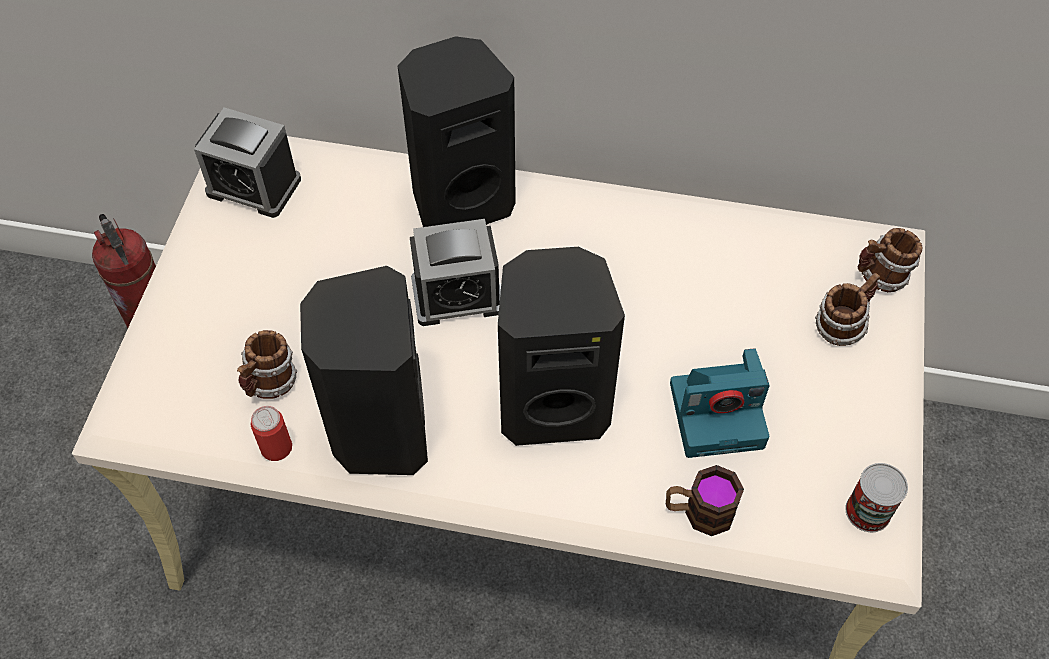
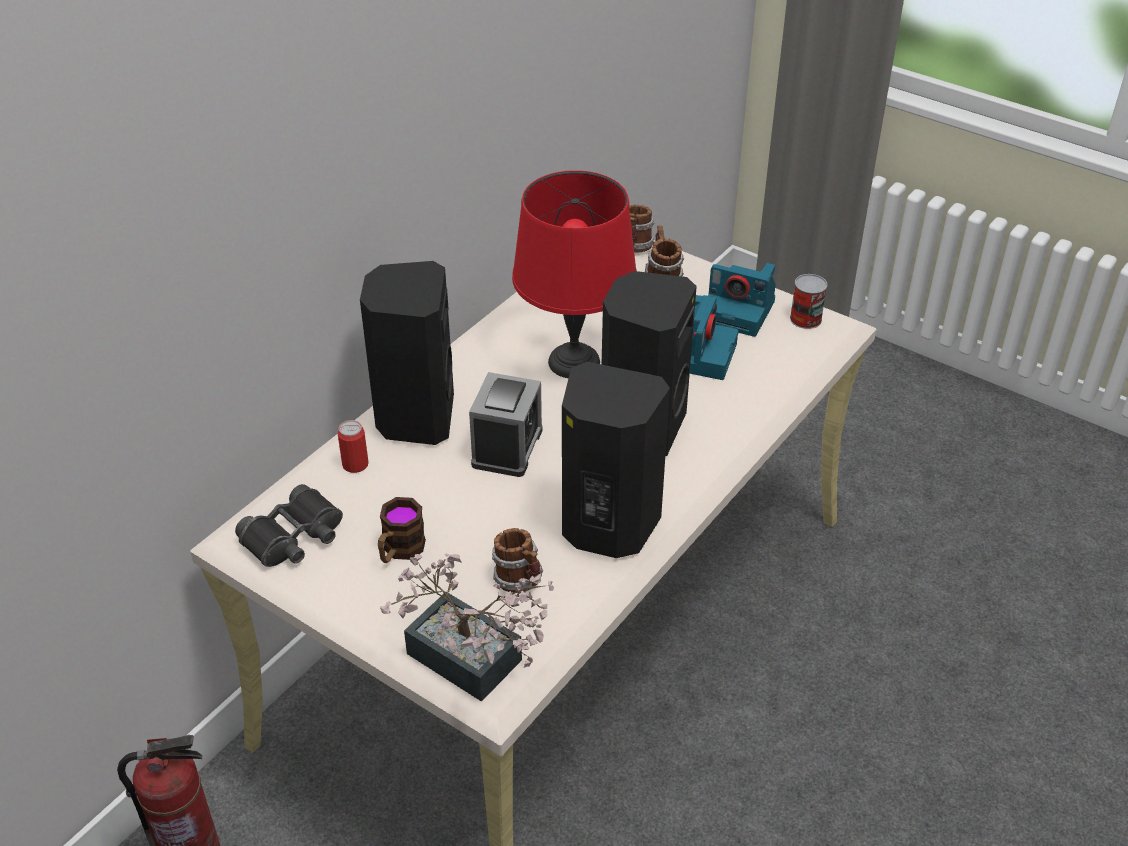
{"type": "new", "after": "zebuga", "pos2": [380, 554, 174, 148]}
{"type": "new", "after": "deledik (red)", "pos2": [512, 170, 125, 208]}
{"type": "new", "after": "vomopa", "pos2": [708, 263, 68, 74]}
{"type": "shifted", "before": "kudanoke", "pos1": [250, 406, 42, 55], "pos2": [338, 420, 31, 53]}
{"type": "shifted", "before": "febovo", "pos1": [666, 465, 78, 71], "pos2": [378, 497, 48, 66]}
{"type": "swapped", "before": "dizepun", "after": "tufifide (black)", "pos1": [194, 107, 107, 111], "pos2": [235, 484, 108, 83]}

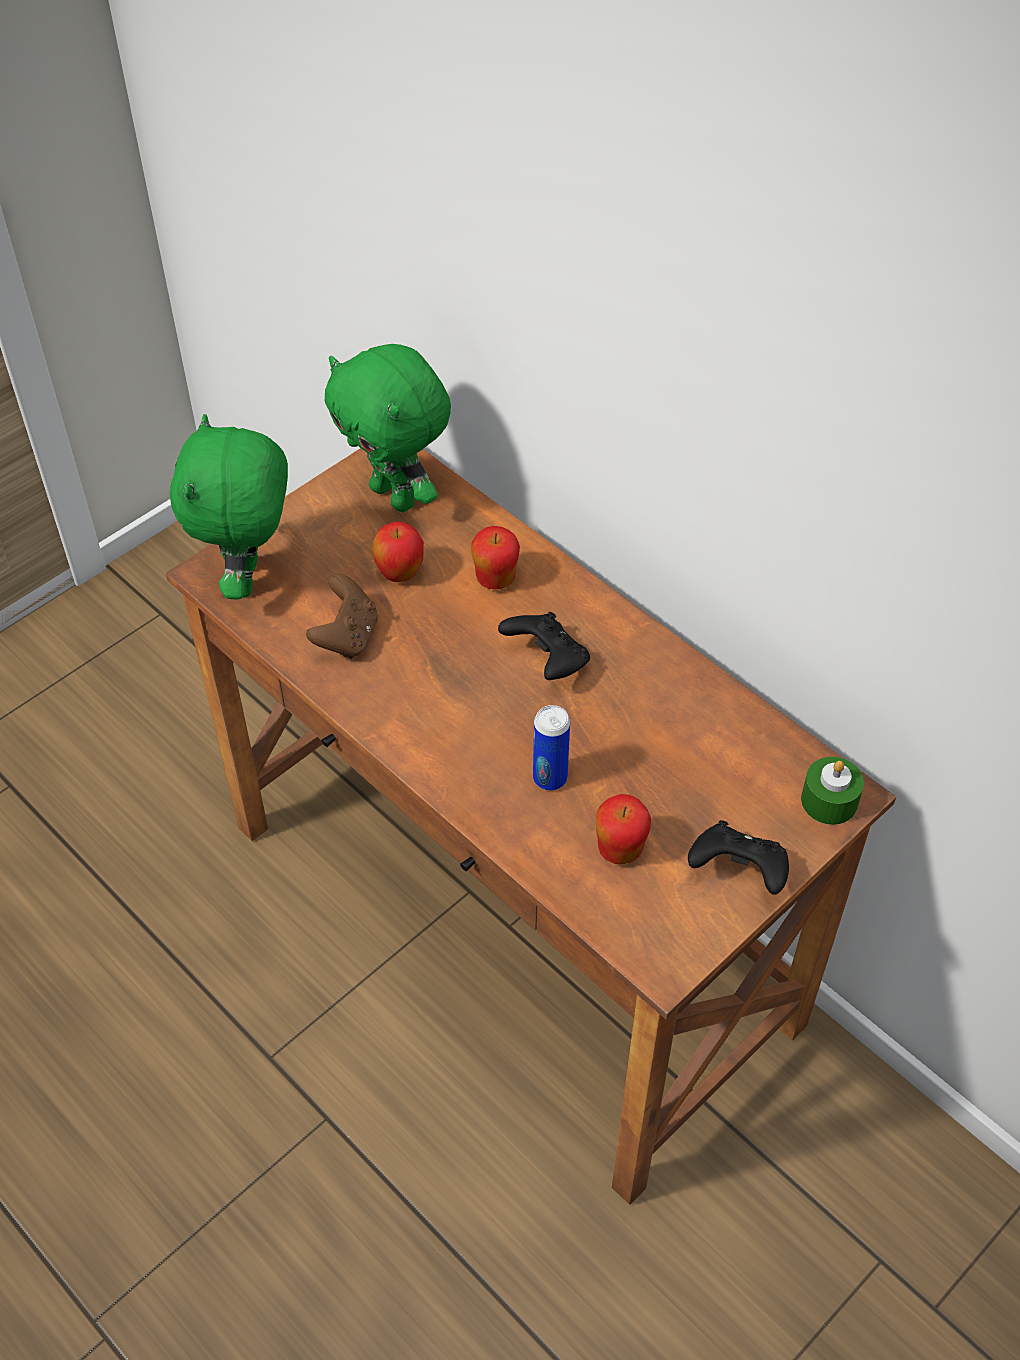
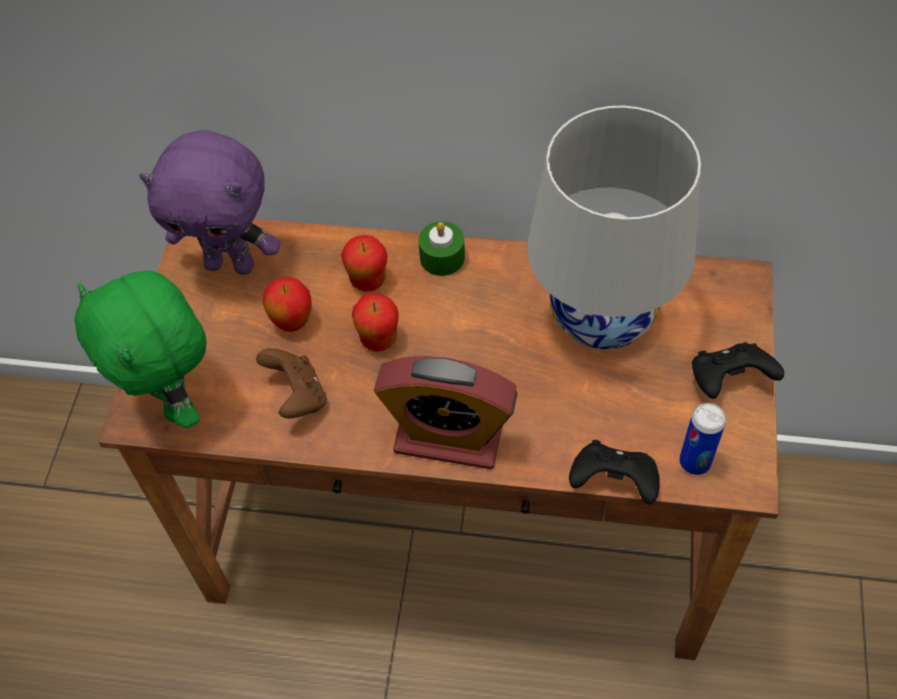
{"type": "new", "after": "dizepun", "pos2": [374, 356, 143, 113]}
{"type": "new", "after": "deledik (white)", "pos2": [527, 105, 174, 244]}
{"type": "shifted", "before": "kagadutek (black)", "pos1": [498, 612, 92, 68], "pos2": [569, 440, 91, 64]}
{"type": "shifted", "before": "kudanoke", "pos1": [533, 705, 37, 86], "pos2": [679, 403, 47, 72]}
{"type": "shifted", "before": "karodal", "pos1": [596, 794, 55, 70], "pos2": [352, 293, 46, 59]}
{"type": "shifted", "before": "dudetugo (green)", "pos1": [801, 757, 63, 68], "pos2": [418, 221, 47, 55]}
{"type": "repainted", "before": "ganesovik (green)", "after": "ganesovik (purple)", "pos1": [324, 344, 127, 168], "pos2": [139, 130, 141, 145]}

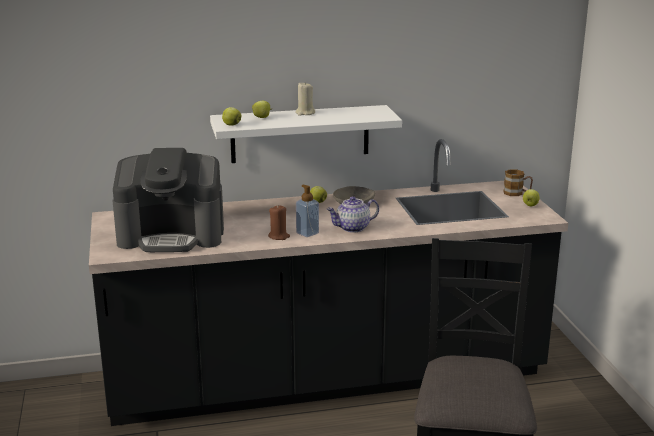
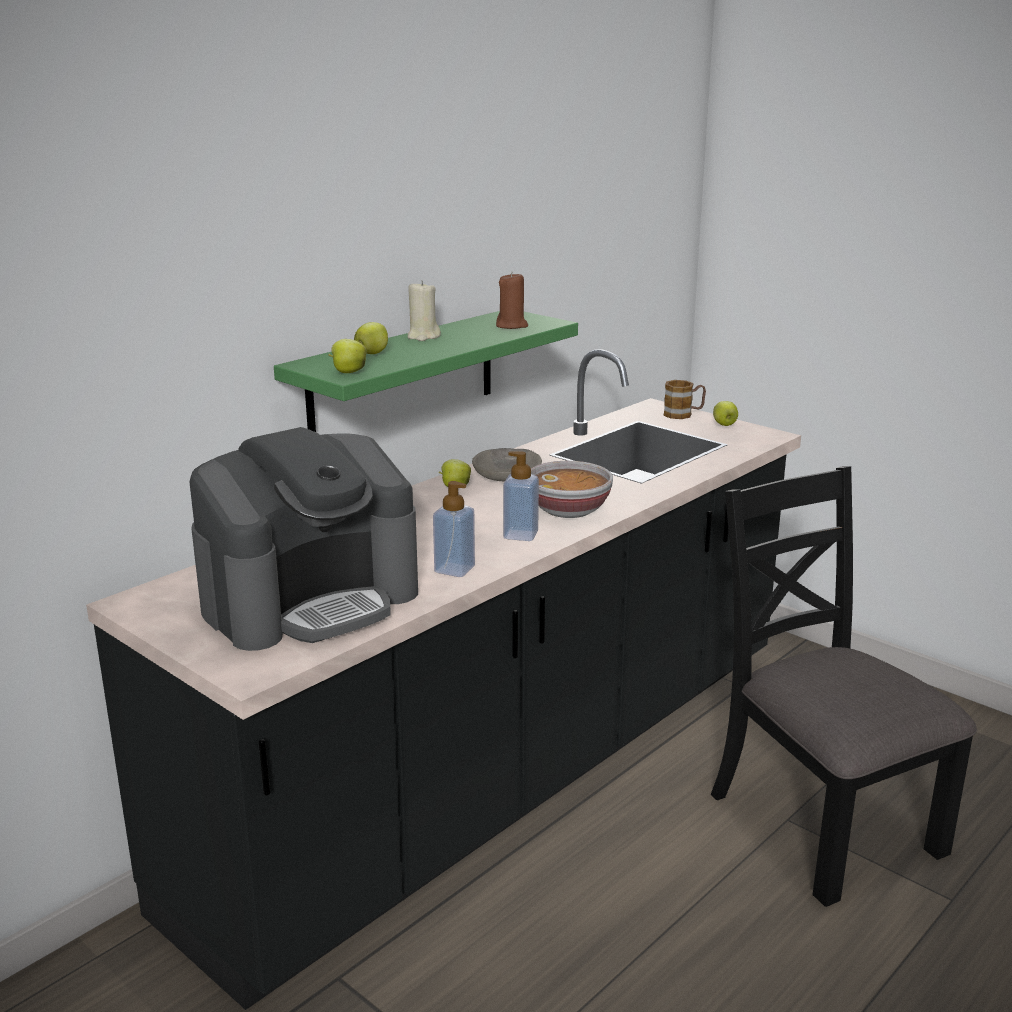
{"type": "new", "after": "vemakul", "pos2": [433, 481, 42, 96]}
{"type": "shifted", "before": "dudetugo (brown)", "pos1": [268, 206, 22, 34], "pos2": [496, 272, 32, 57]}
{"type": "swapped", "before": "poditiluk", "after": "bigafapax", "pos1": [327, 196, 52, 37], "pos2": [531, 461, 82, 57]}
{"type": "repainted", "before": "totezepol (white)", "after": "totezepol (green)", "pos1": [210, 105, 192, 58], "pos2": [274, 311, 304, 121]}

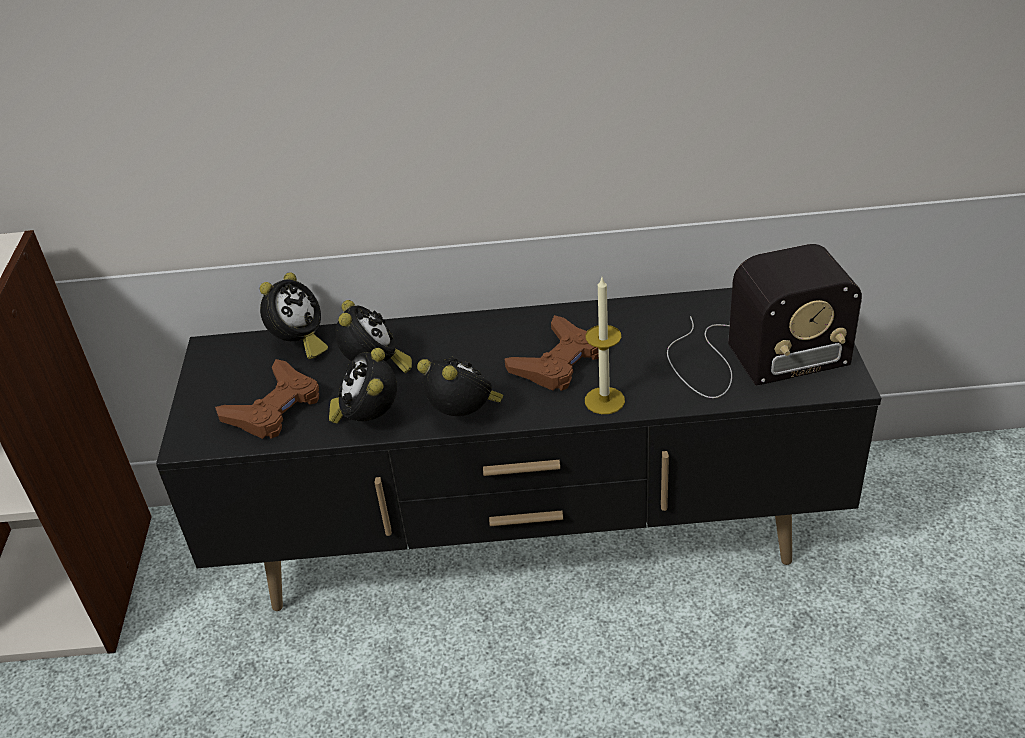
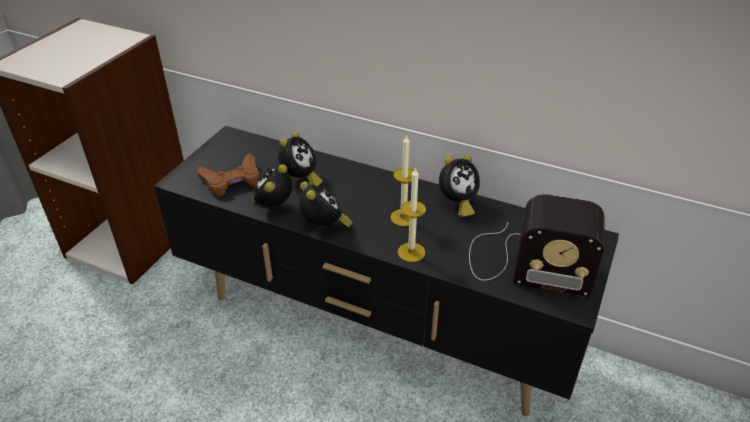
{"type": "shifted", "before": "dizepun", "pos1": [260, 272, 68, 87], "pos2": [439, 155, 41, 62]}
{"type": "swapped", "before": "kagadutek (brown)", "after": "dudetugo", "pos1": [504, 315, 95, 76], "pos2": [390, 135, 24, 91]}

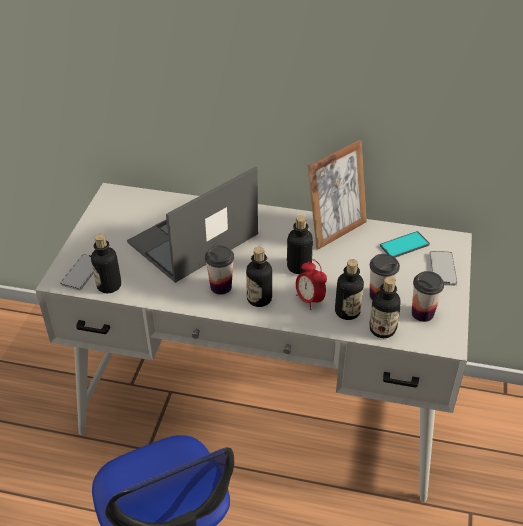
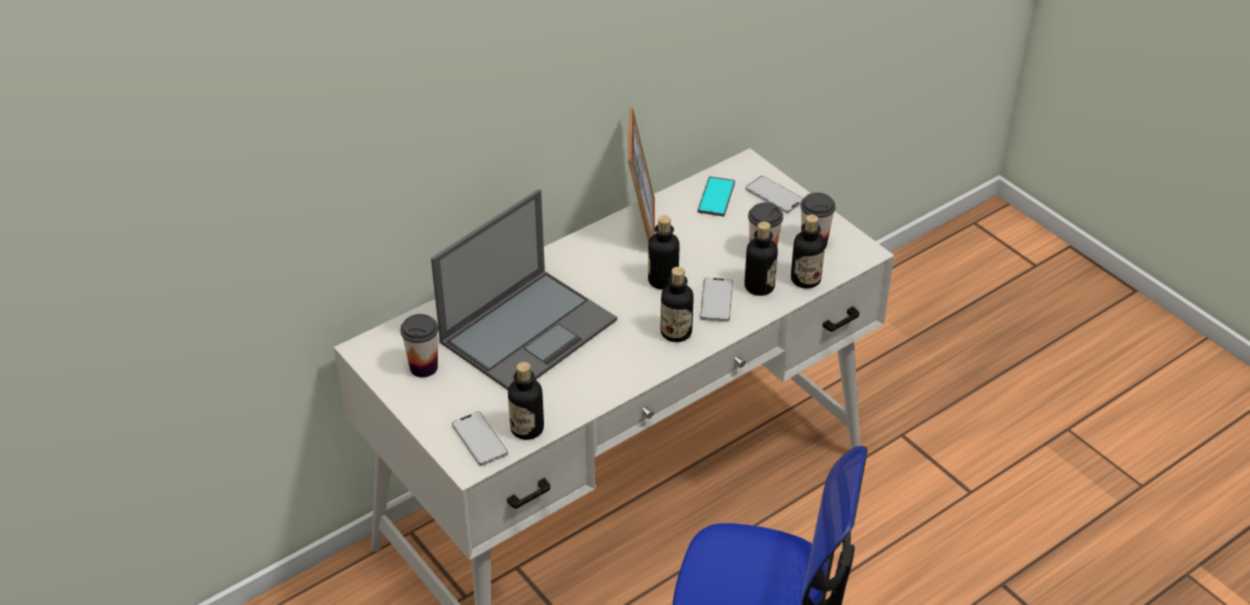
{"type": "shifted", "before": "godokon", "pos1": [205, 245, 29, 50], "pos2": [400, 314, 39, 63]}
{"type": "swapped", "before": "dizepun", "after": "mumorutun", "pos1": [296, 259, 31, 51], "pos2": [700, 278, 33, 44]}
{"type": "rotated", "before": "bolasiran", "pos1": [127, 166, 131, 117], "pos2": [431, 189, 186, 201], "turn": -135}

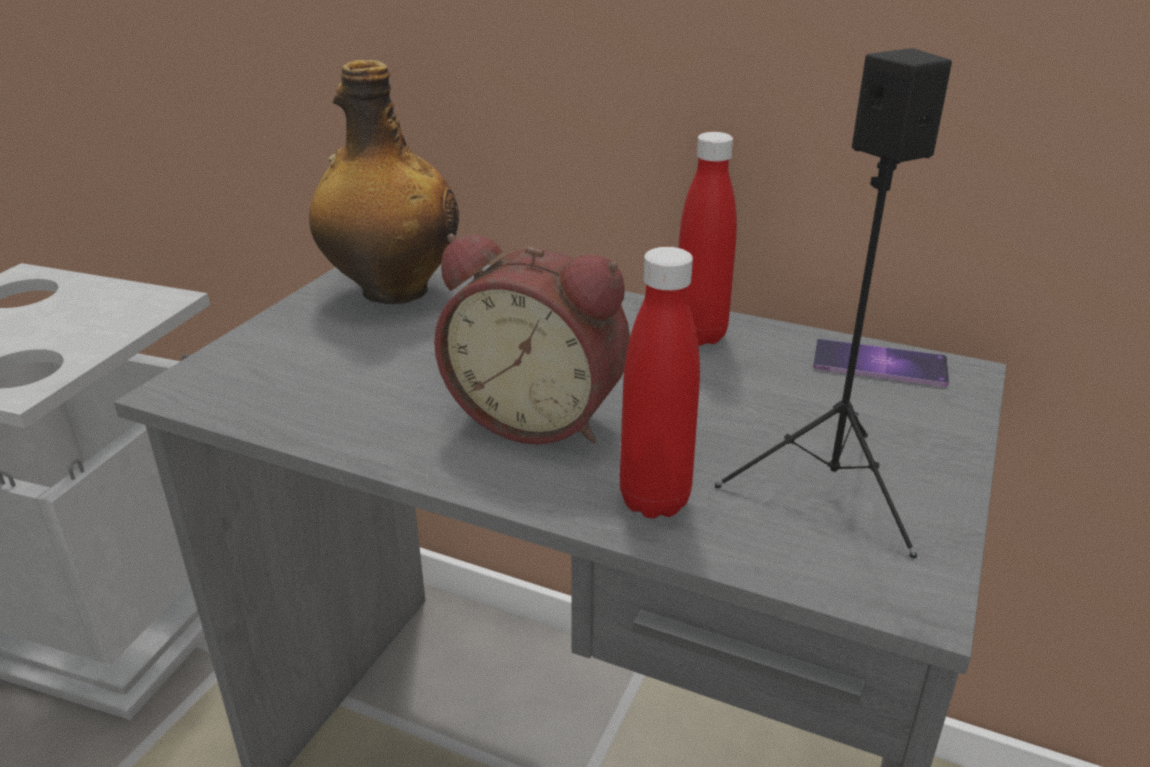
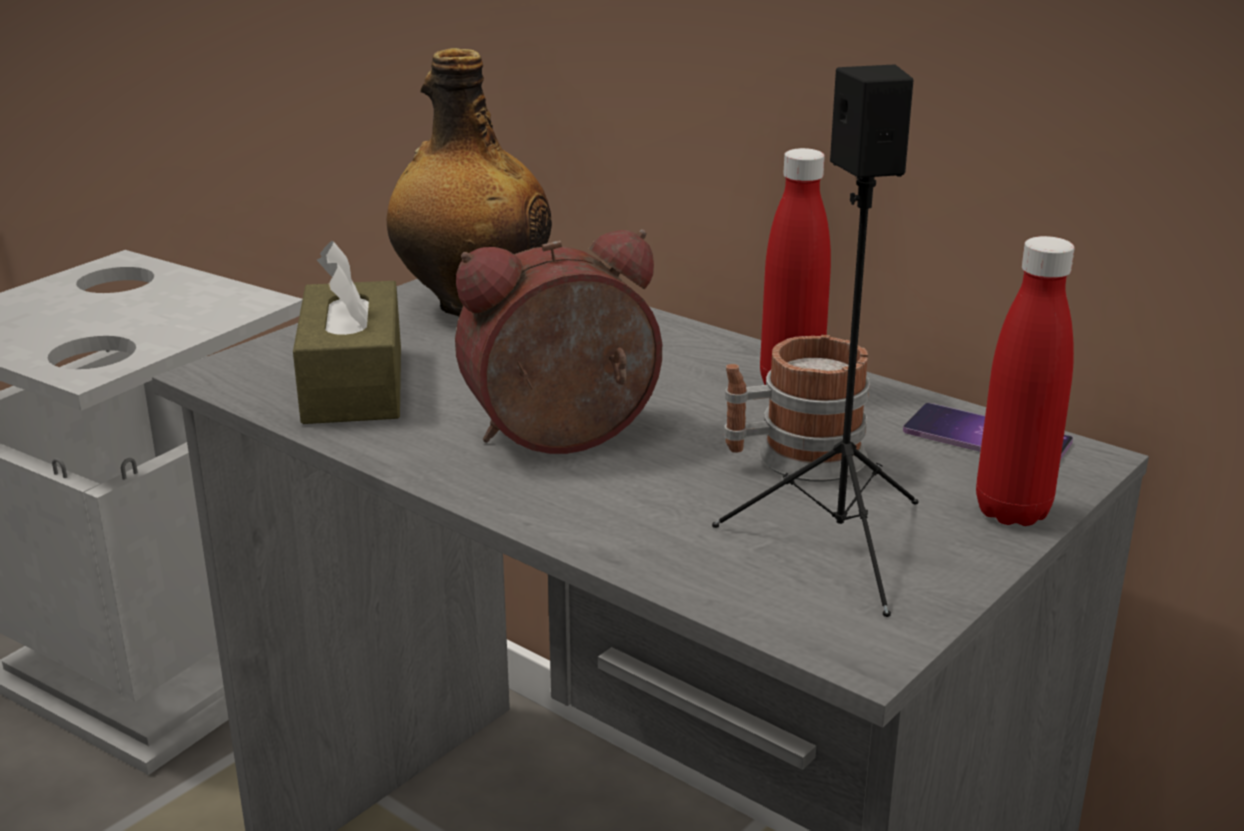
{"type": "new", "after": "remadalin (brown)", "pos2": [293, 241, 108, 183]}
{"type": "new", "after": "febovo", "pos2": [724, 334, 146, 148]}
{"type": "shifted", "before": "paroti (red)", "pos1": [620, 247, 80, 271], "pos2": [976, 236, 99, 290]}
{"type": "rotated", "before": "dizepun", "pos1": [434, 234, 196, 211], "pos2": [455, 229, 207, 225], "turn": 120}

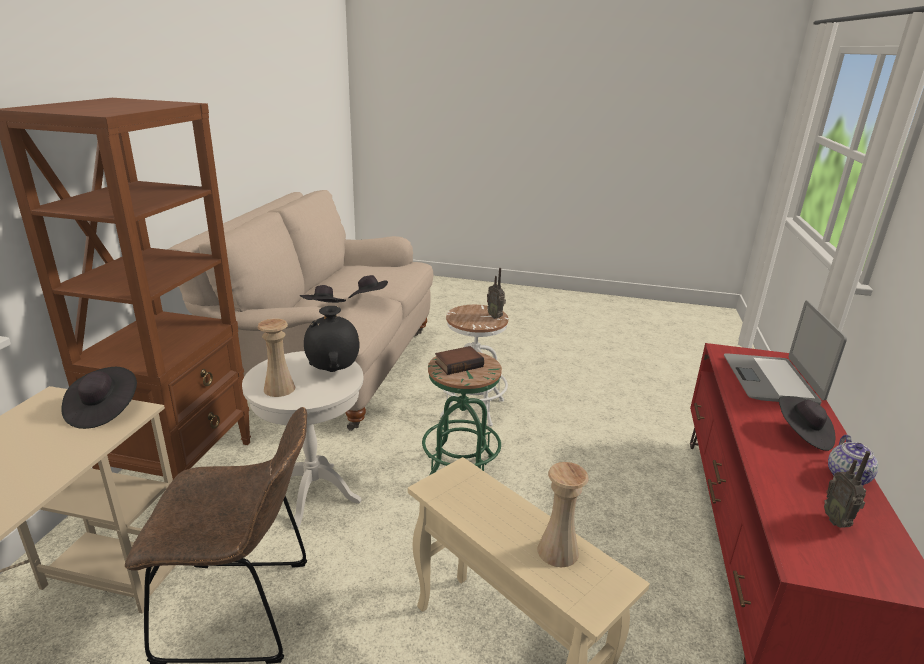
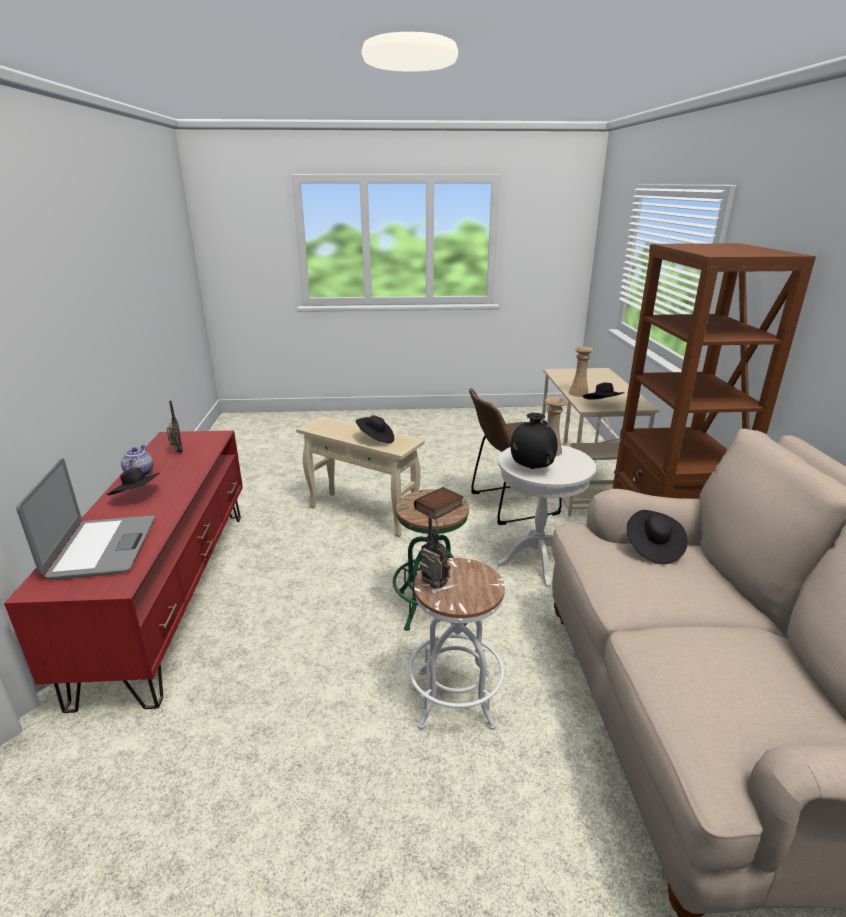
{"type": "shifted", "before": "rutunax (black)", "pos1": [348, 275, 40, 23], "pos2": [356, 415, 38, 28]}
{"type": "shifted", "before": "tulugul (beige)", "pos1": [537, 462, 52, 105], "pos2": [569, 347, 24, 50]}

